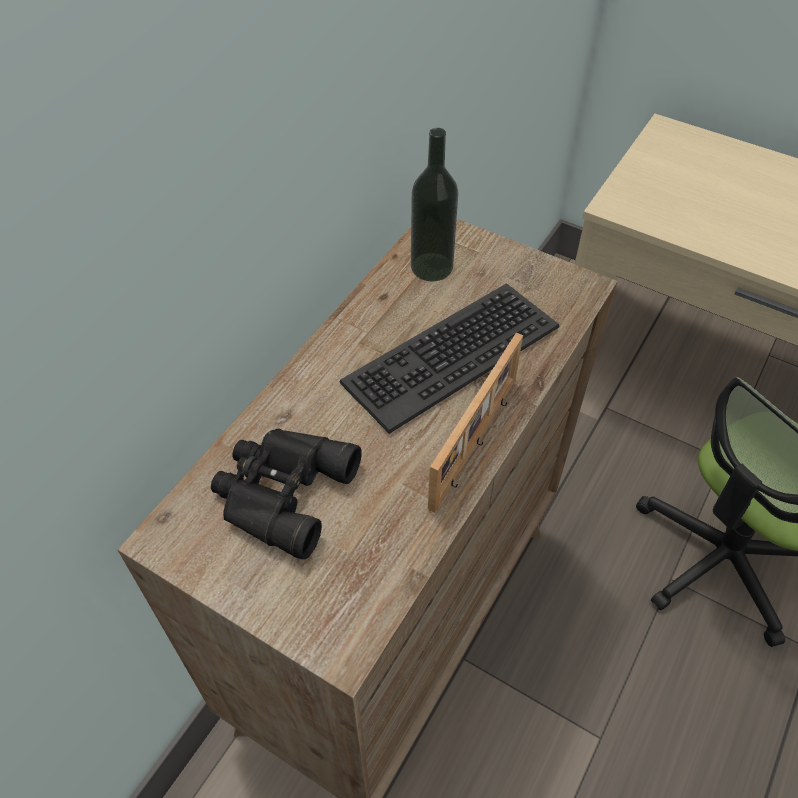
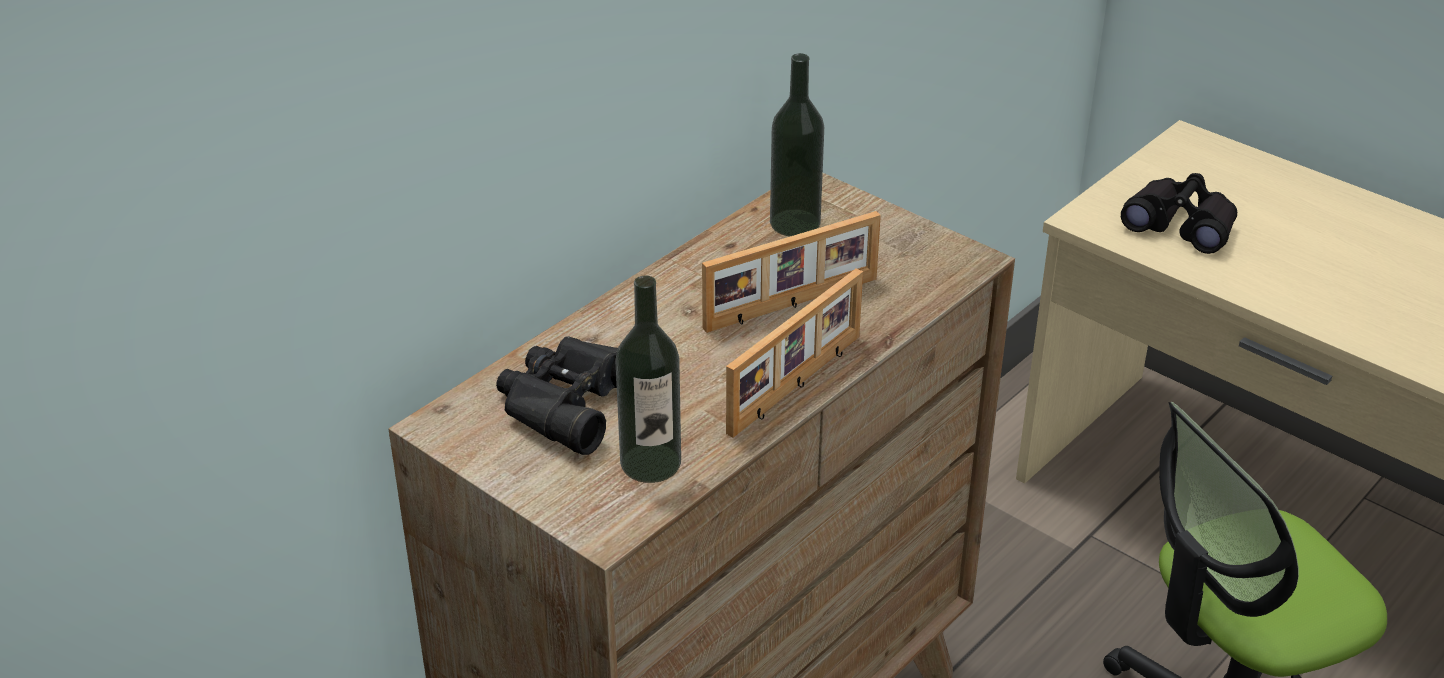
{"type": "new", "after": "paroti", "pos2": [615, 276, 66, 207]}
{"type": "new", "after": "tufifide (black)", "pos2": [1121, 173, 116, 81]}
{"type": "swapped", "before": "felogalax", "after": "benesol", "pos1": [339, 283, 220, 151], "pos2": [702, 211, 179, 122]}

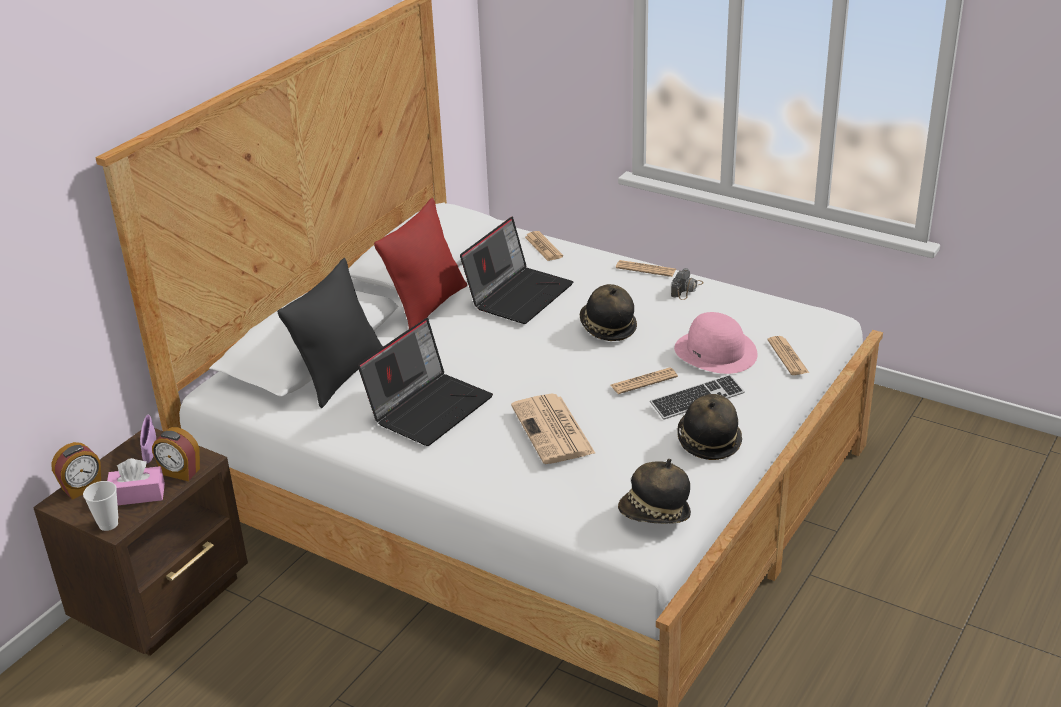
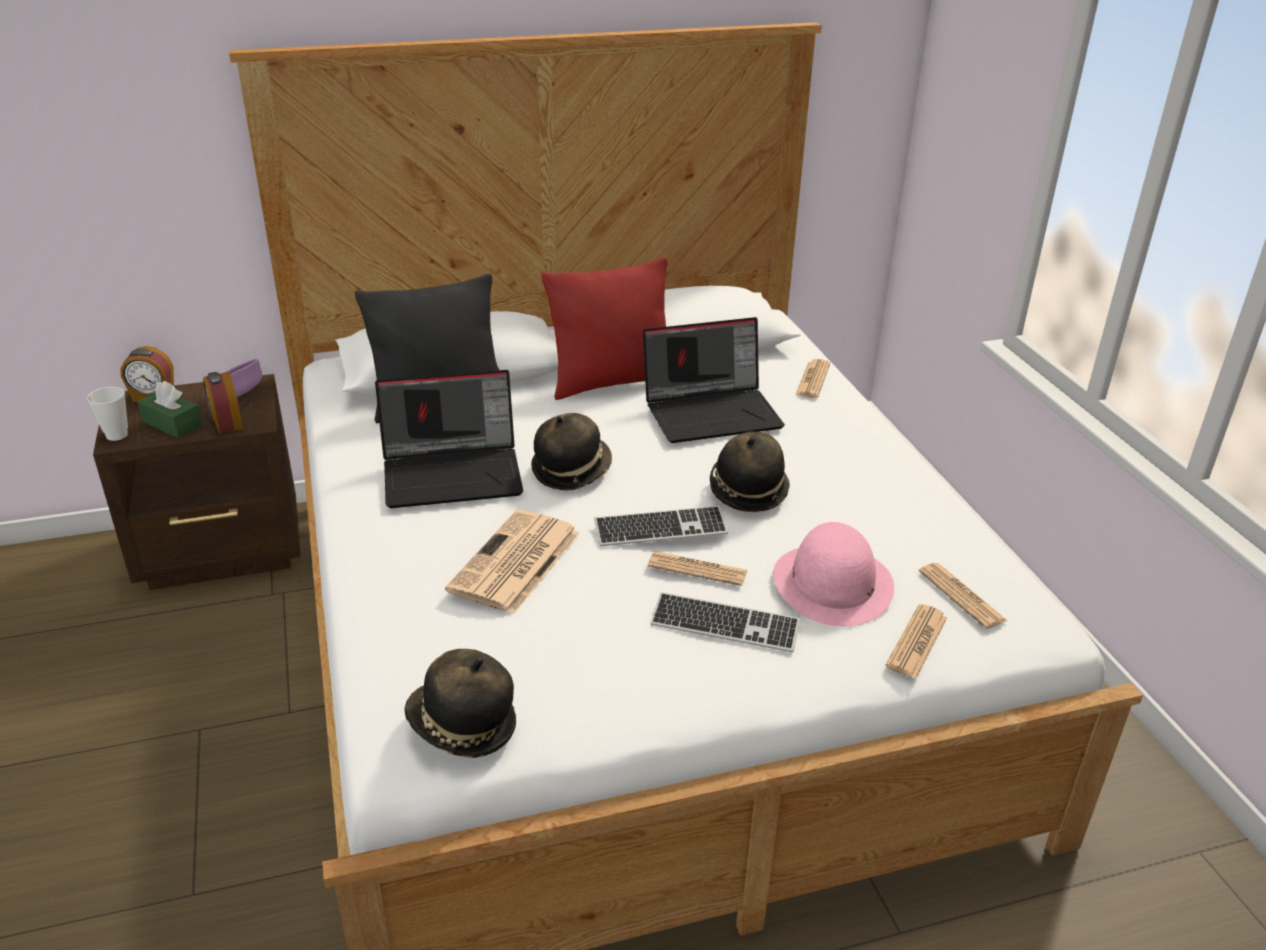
{"type": "gone", "before": "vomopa", "pos1": [671, 268, 32, 32]}
{"type": "new", "after": "felogalax", "pos2": [594, 506, 134, 40]}
{"type": "shifted", "before": "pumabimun", "pos1": [616, 260, 60, 17], "pos2": [919, 563, 88, 66]}
{"type": "shifted", "before": "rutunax", "pos1": [677, 394, 65, 66], "pos2": [531, 413, 81, 77]}
{"type": "repainted", "before": "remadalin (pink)", "after": "remadalin (green)", "pos1": [107, 458, 58, 47], "pos2": [137, 381, 66, 57]}

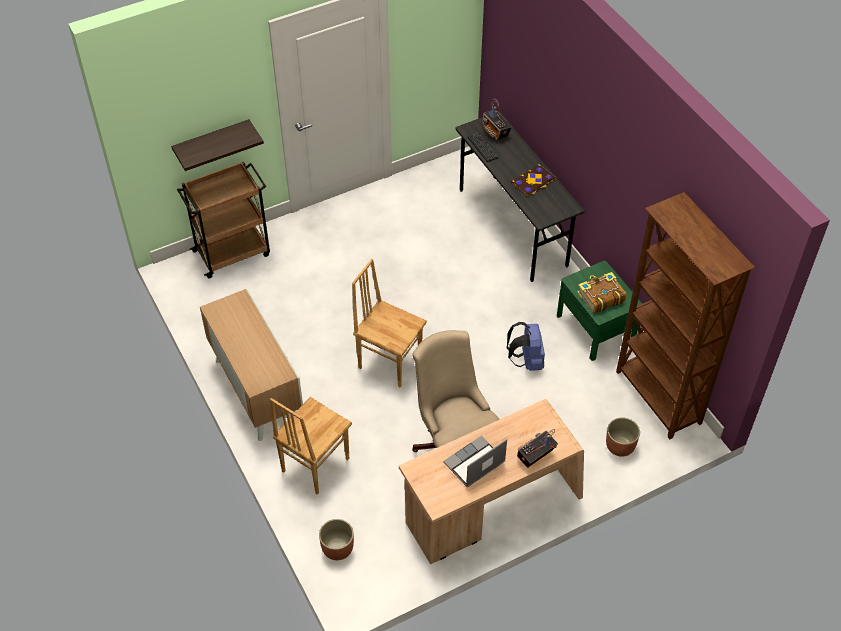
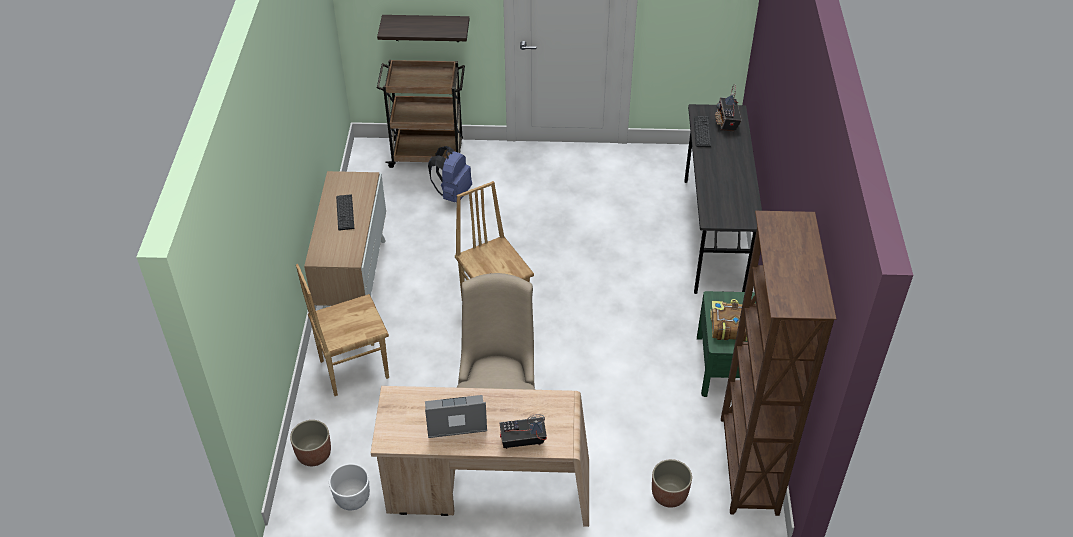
{"type": "gone", "before": "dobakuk", "pos1": [511, 164, 45, 33]}
{"type": "new", "after": "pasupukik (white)", "pos2": [329, 463, 41, 47]}
{"type": "new", "after": "felogalax", "pos2": [336, 194, 18, 37]}
{"type": "shifted", "before": "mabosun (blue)", "pos1": [507, 322, 38, 49], "pos2": [428, 146, 44, 56]}

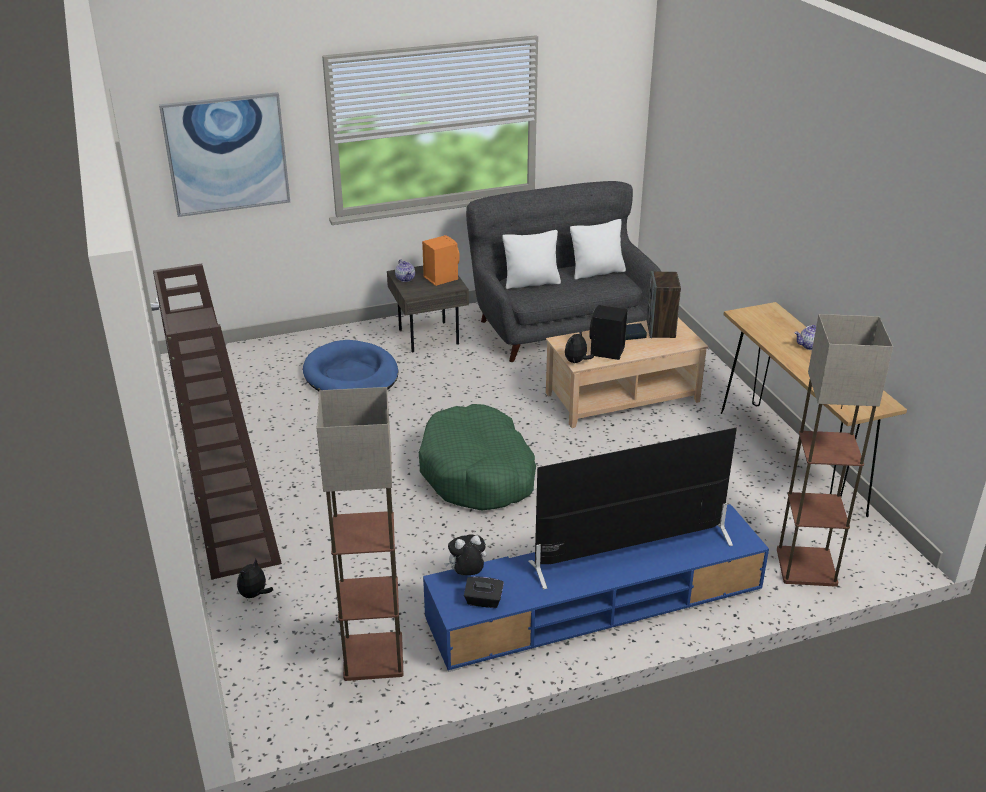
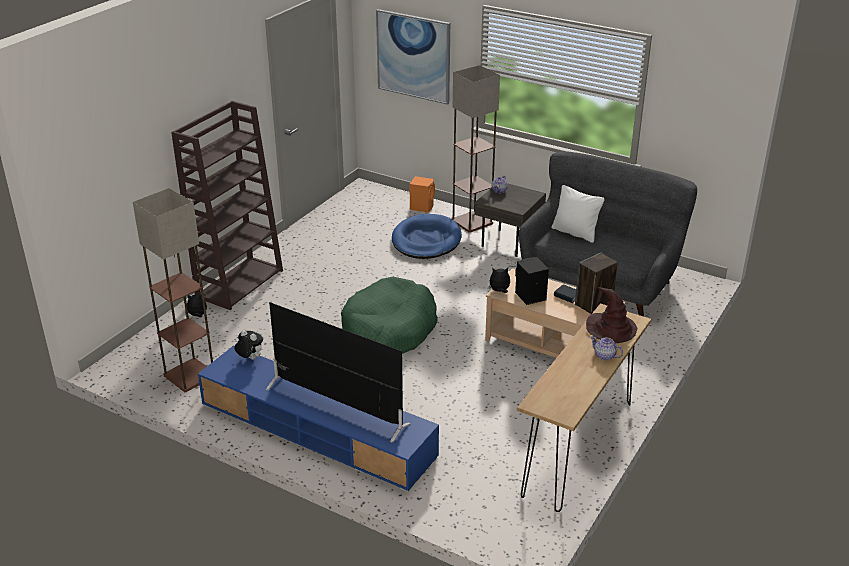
{"type": "gone", "before": "remadalin (black)", "pos1": [464, 577, 40, 31]}
{"type": "gone", "before": "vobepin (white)", "pos1": [570, 219, 56, 61]}
{"type": "new", "after": "rutunax (brown)", "pos2": [586, 287, 52, 56]}
{"type": "shifted", "before": "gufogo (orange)", "pos1": [422, 235, 37, 51], "pos2": [410, 176, 25, 37]}
{"type": "shifted", "before": "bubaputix", "pos1": [777, 314, 116, 273], "pos2": [452, 65, 48, 168]}

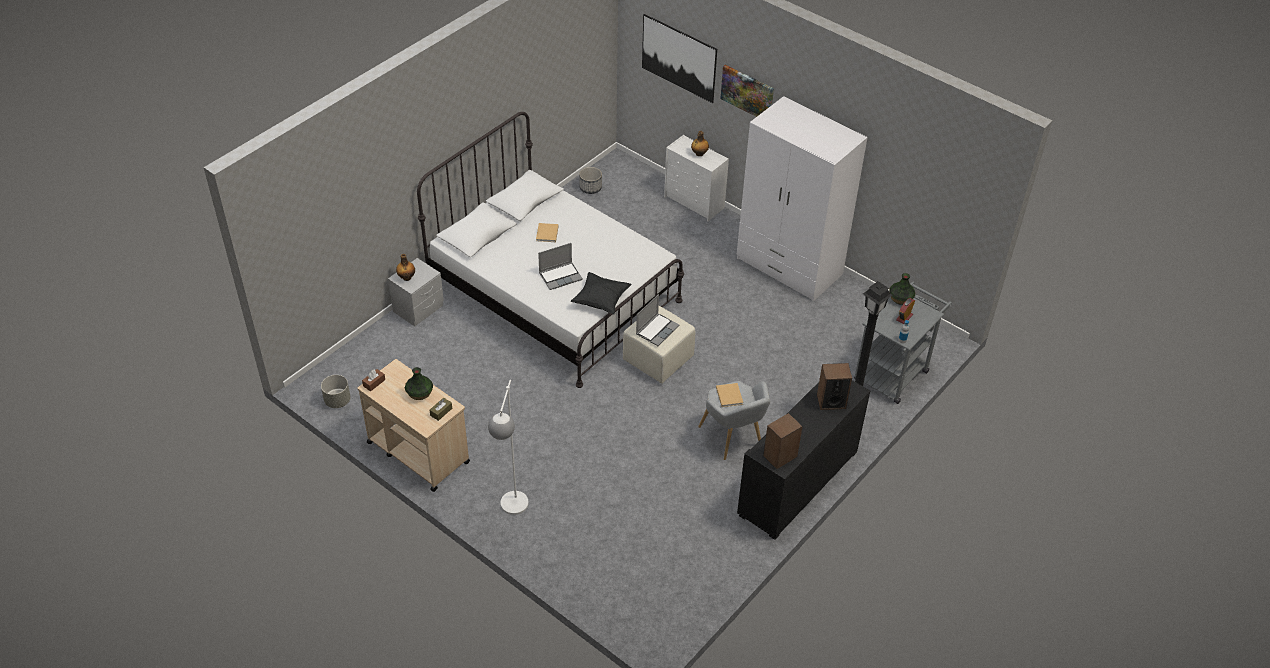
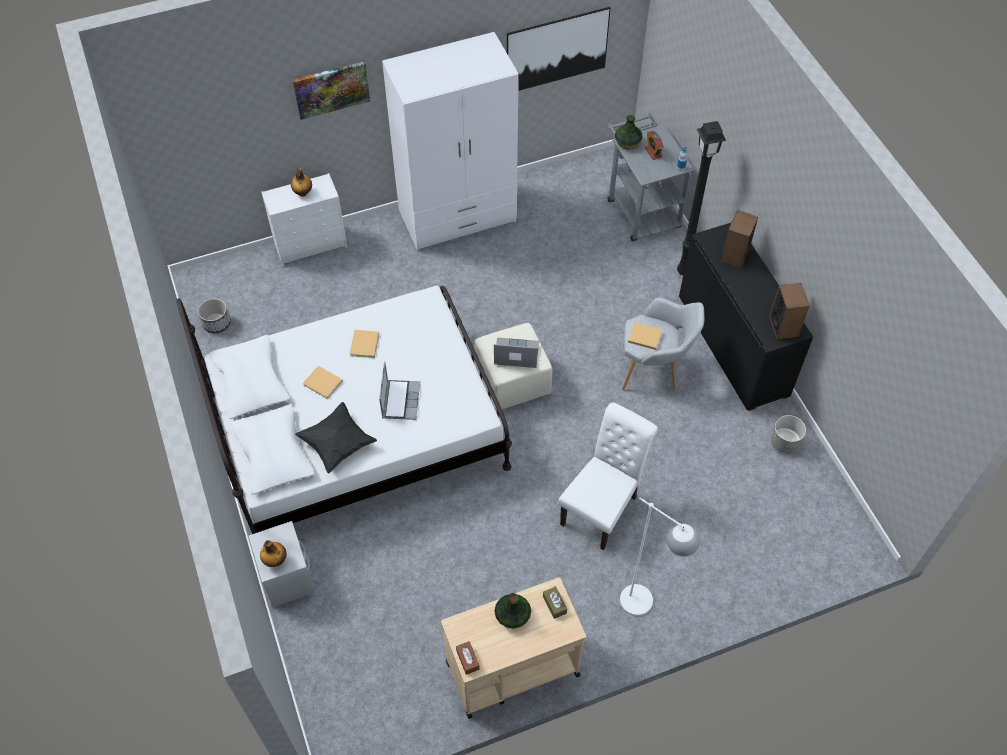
{"type": "new", "after": "dobakuk (beige)", "pos2": [350, 330, 29, 28]}
{"type": "new", "after": "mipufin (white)", "pos2": [558, 402, 100, 148]}
{"type": "shifted", "before": "pasupukik (grey)", "pos1": [321, 375, 30, 33], "pos2": [770, 415, 36, 39]}
{"type": "shifted", "before": "vobepin (black)", "pos1": [571, 272, 61, 42], "pos2": [295, 402, 82, 71]}
{"type": "shifted", "before": "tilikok", "pos1": [642, 14, 75, 89], "pos2": [507, 7, 103, 84]}
{"type": "rotated", "before": "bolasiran", "pos1": [636, 294, 43, 52], "pos2": [494, 337, 45, 31], "turn": -60}

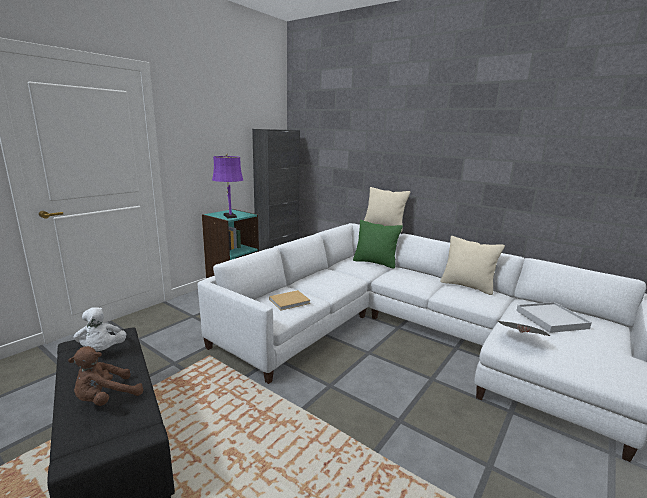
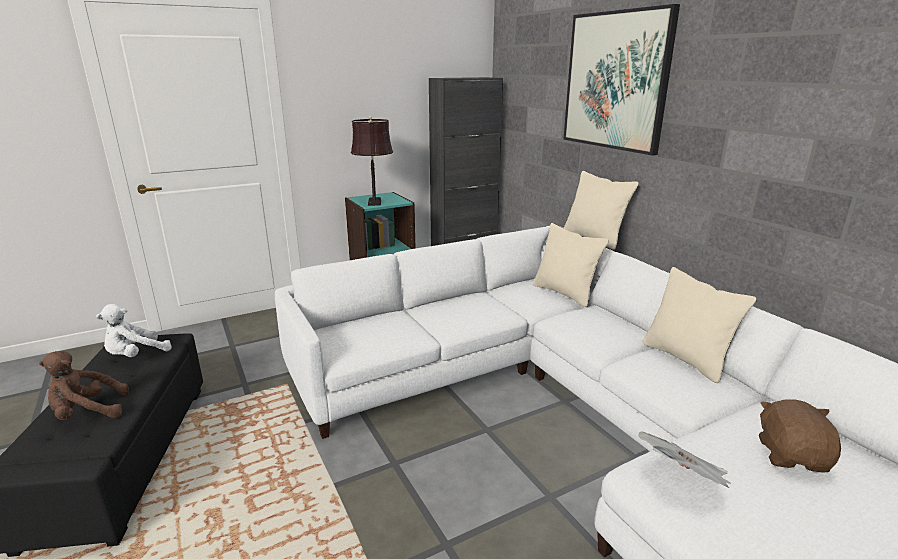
{"type": "gone", "before": "dobakuk (beige)", "pos1": [269, 290, 42, 21]}
{"type": "new", "after": "tilikok", "pos2": [563, 4, 117, 151]}
{"type": "swapped", "before": "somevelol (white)", "after": "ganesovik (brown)", "pos1": [516, 302, 76, 31], "pos2": [759, 399, 82, 74]}
{"type": "repainted", "before": "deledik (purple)", "after": "deledik (brown)", "pos1": [212, 154, 31, 64], "pos2": [351, 116, 42, 90]}
{"type": "repainted", "before": "vobepin (green)", "after": "vobepin (beige)", "pos1": [353, 220, 50, 49], "pos2": [533, 223, 76, 84]}
{"type": "rotated", "before": "ganesovik (white)", "pos1": [74, 307, 52, 44], "pos2": [96, 304, 76, 53], "turn": 45}

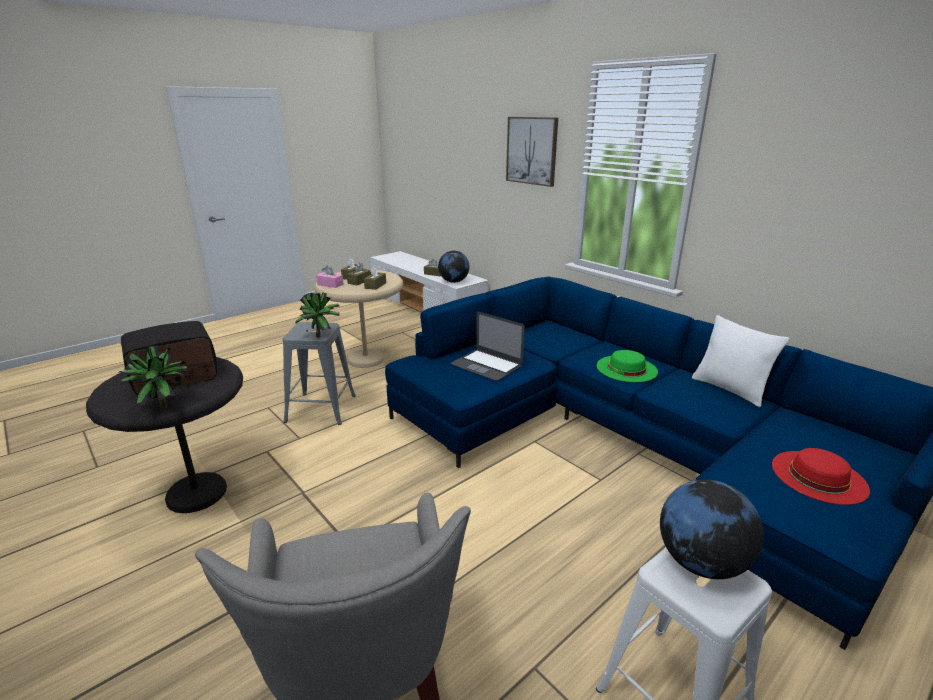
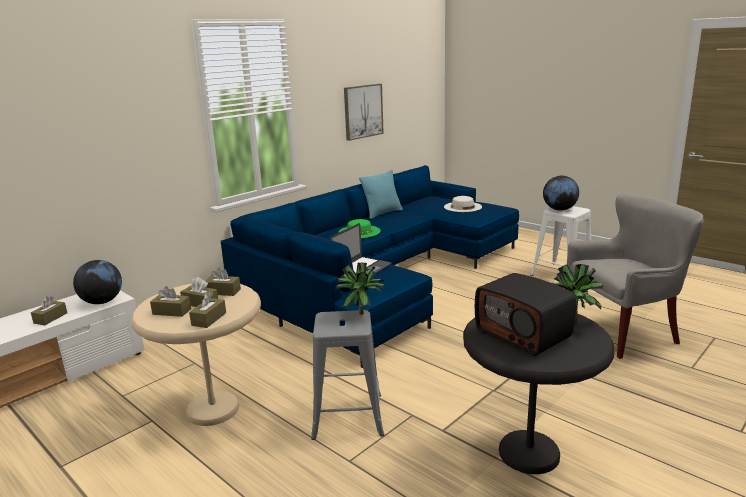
{"type": "shifted", "before": "tilikok", "pos1": [506, 117, 52, 70], "pos2": [344, 84, 40, 57]}
{"type": "repainted", "before": "remadalin (pink)", "after": "remadalin (brown)", "pos1": [316, 265, 28, 23], "pos2": [189, 292, 37, 36]}
{"type": "repainted", "before": "vobepin (white)", "after": "vobepin (turquoise)", "pos1": [692, 315, 98, 92], "pos2": [359, 170, 44, 49]}
{"type": "repainted", "before": "rutunax (red)", "after": "rutunax (white)", "pos1": [772, 448, 98, 57], "pos2": [444, 196, 38, 16]}

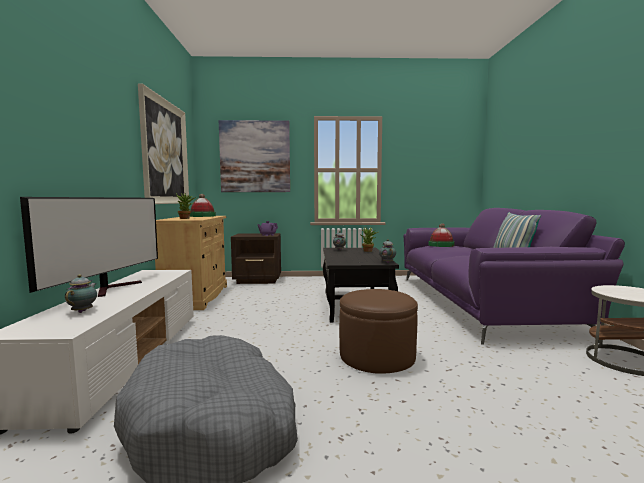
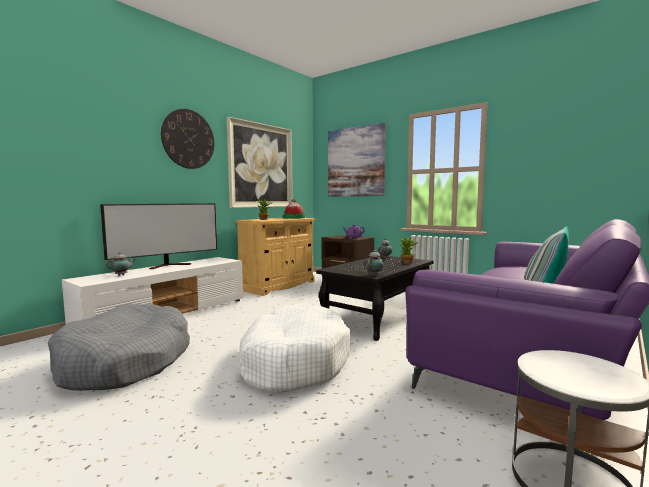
{"type": "gone", "before": "rutunax", "pos1": [428, 223, 27, 24]}
{"type": "new", "after": "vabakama", "pos2": [161, 109, 53, 60]}
{"type": "swapped", "before": "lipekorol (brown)", "after": "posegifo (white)", "pos1": [339, 289, 79, 85], "pos2": [239, 303, 111, 90]}

